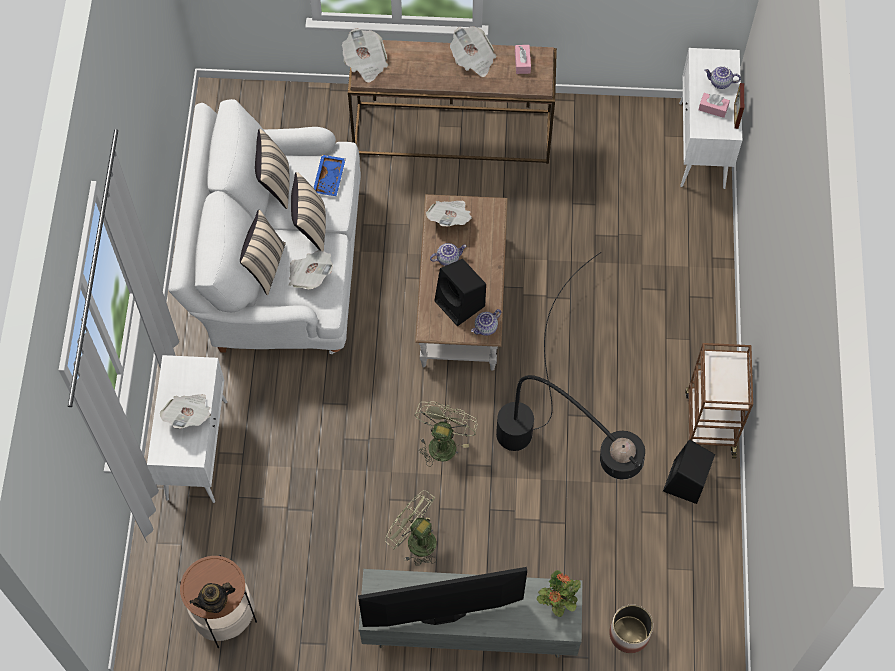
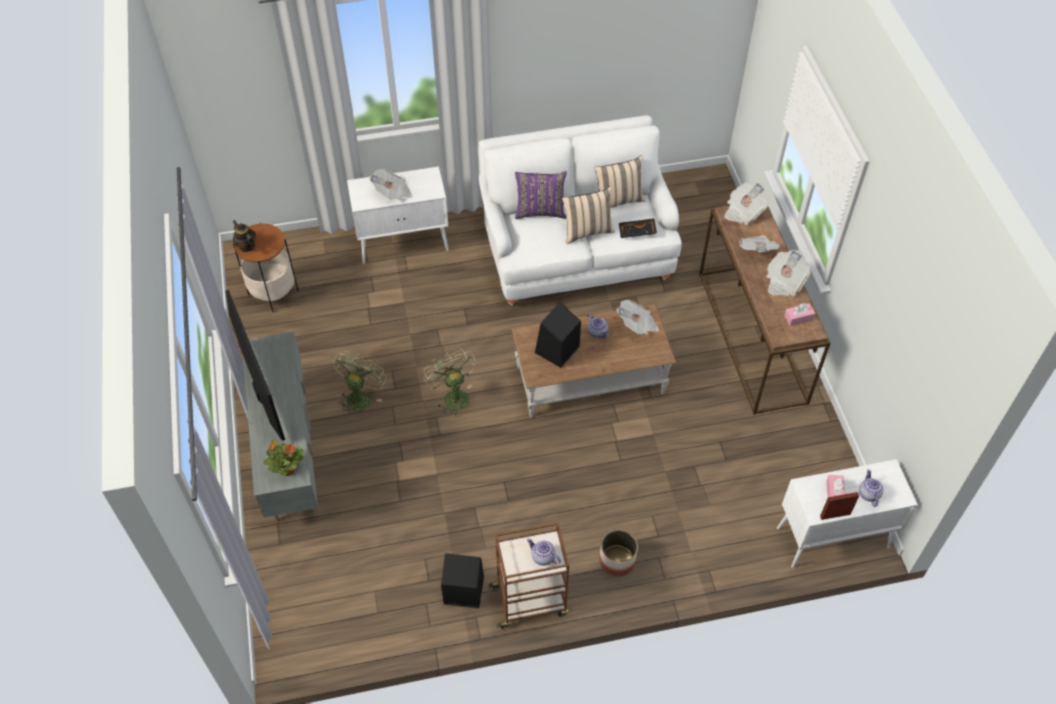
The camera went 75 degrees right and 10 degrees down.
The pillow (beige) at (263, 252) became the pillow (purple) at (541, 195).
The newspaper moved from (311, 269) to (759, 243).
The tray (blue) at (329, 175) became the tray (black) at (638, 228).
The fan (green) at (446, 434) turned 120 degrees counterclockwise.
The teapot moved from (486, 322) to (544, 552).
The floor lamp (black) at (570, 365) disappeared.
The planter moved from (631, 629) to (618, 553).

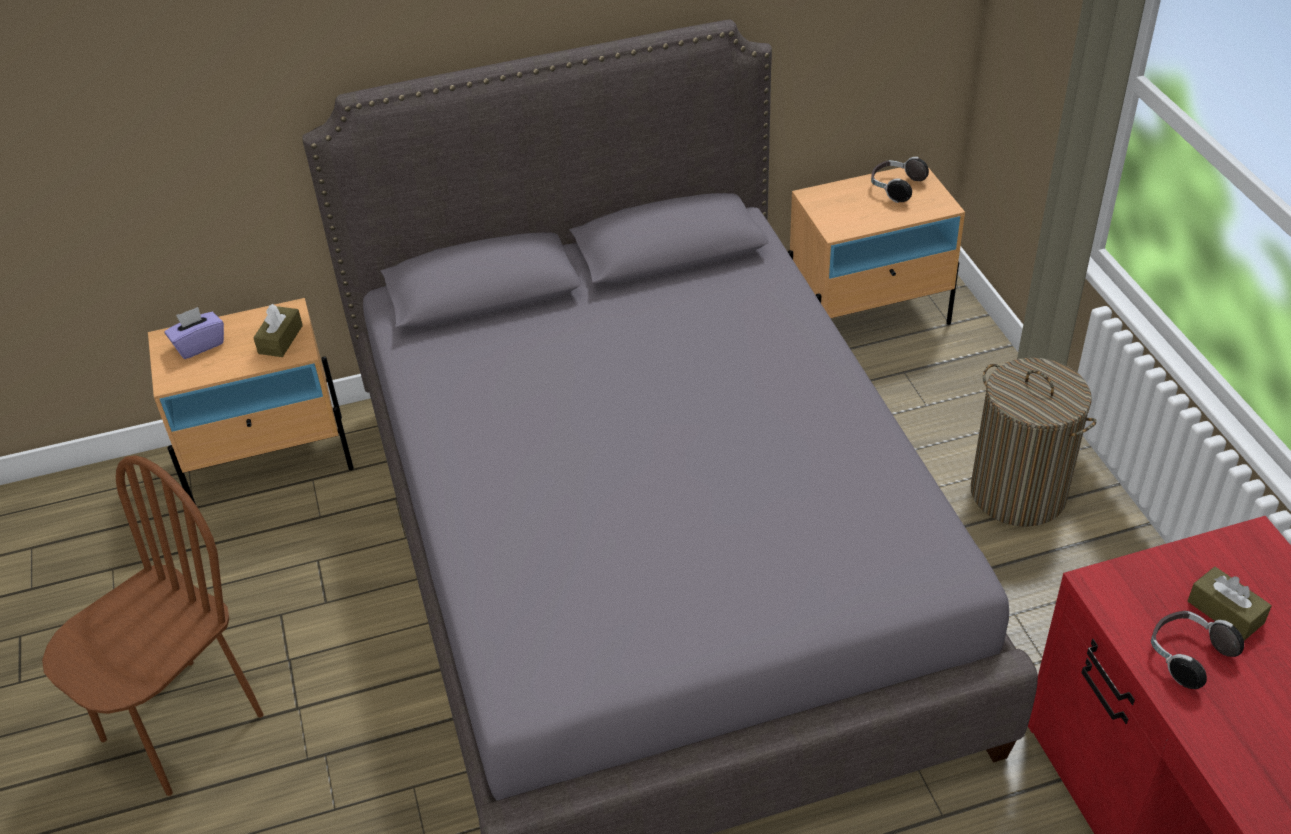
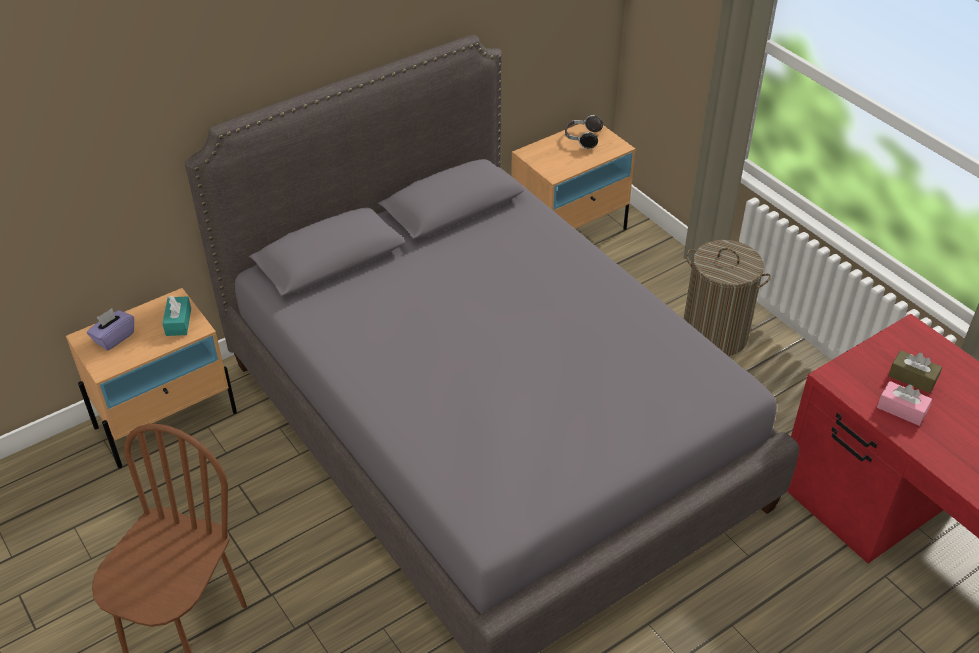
The camera went 20 degrees left and 0 degrees up.
The tissue box (brown) at (278, 330) became the tissue box (turquoise) at (176, 316).
The headphones at (1197, 650) was replaced by the tissue box (pink) at (904, 403).

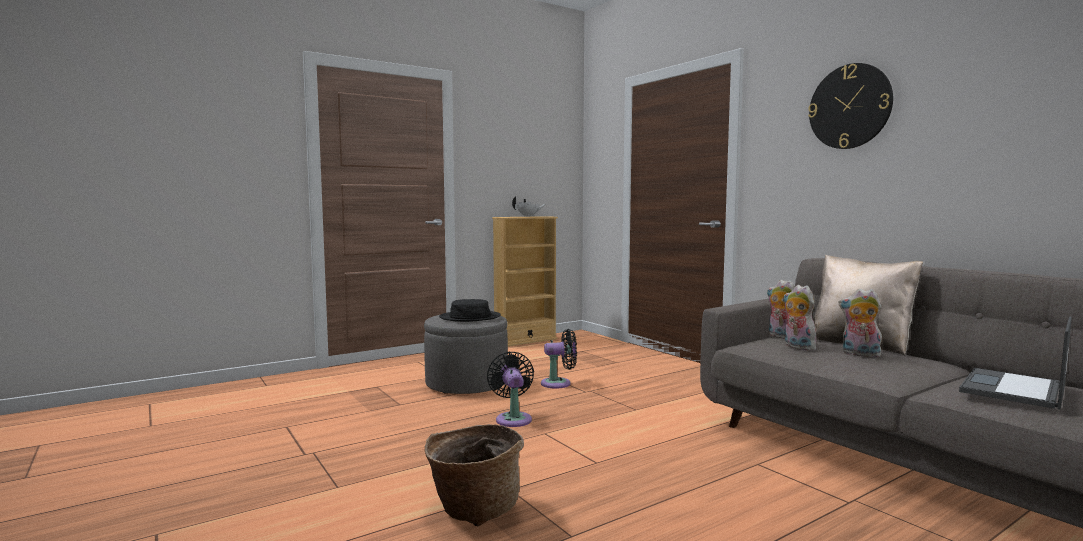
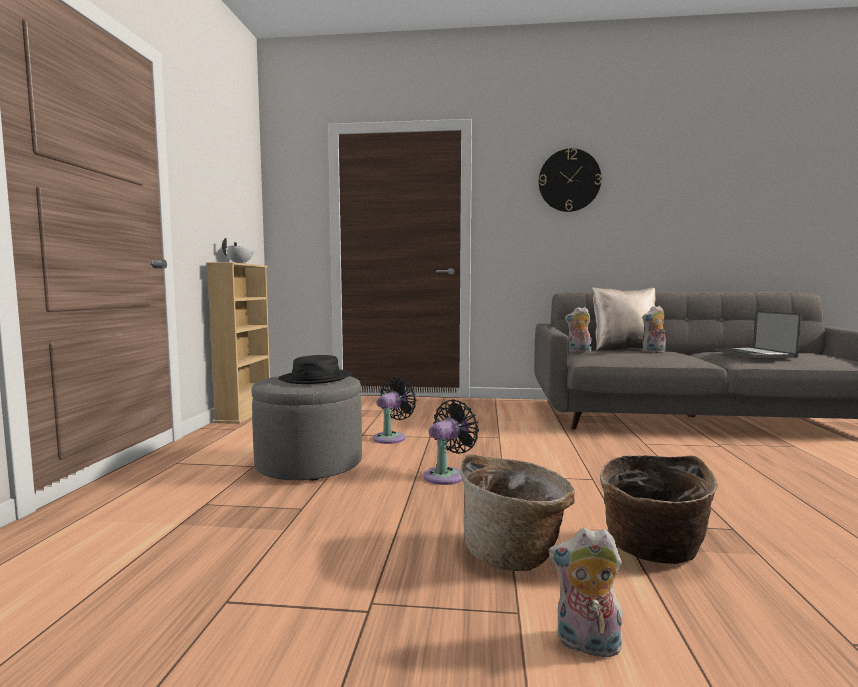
The camera went 50 degrees left and 0 degrees up.
The fan (black) at (510, 389) turned 105 degrees clockwise.
The plush toy moved from (801, 318) to (586, 592).
The basket at (517, 512) appeared.

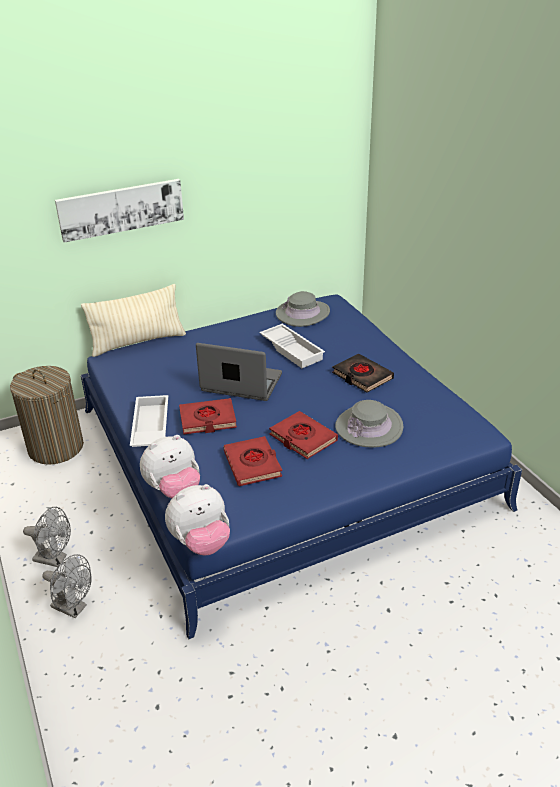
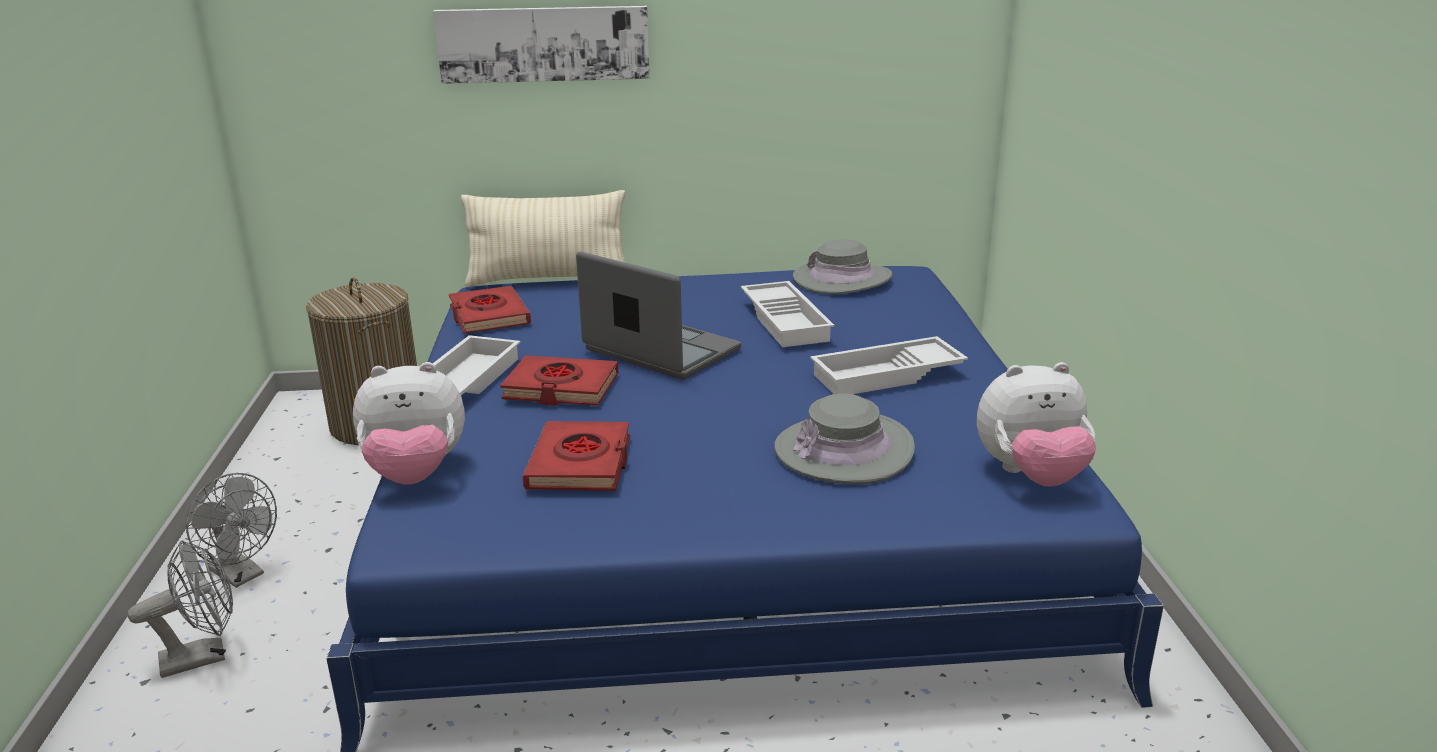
The camera went 20 degrees right and 10 degrees down.
The fan (grey) at (67, 586) turned 75 degrees counterclockwise.
The plush toy moved from (197, 519) to (1036, 424).
The book (red) moved from (303, 435) to (490, 310).
The book (black) at (363, 373) was replaced by the tray (white) at (889, 365).

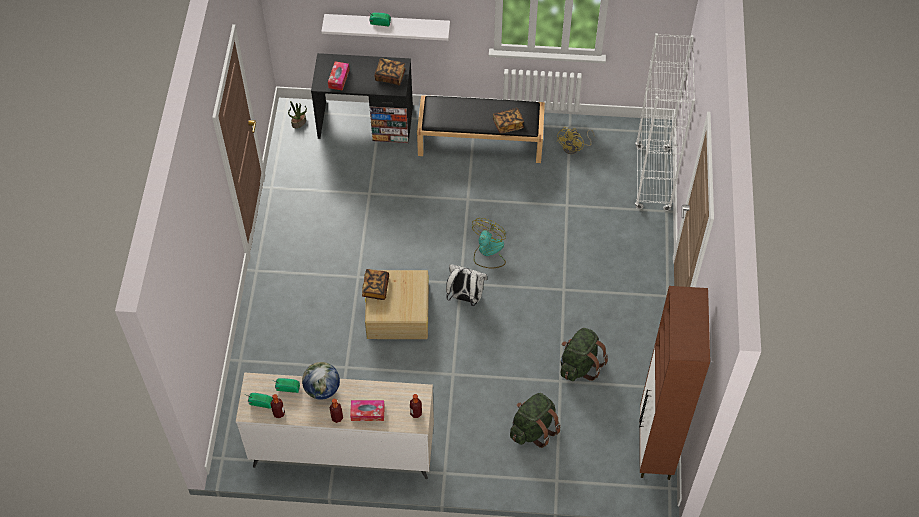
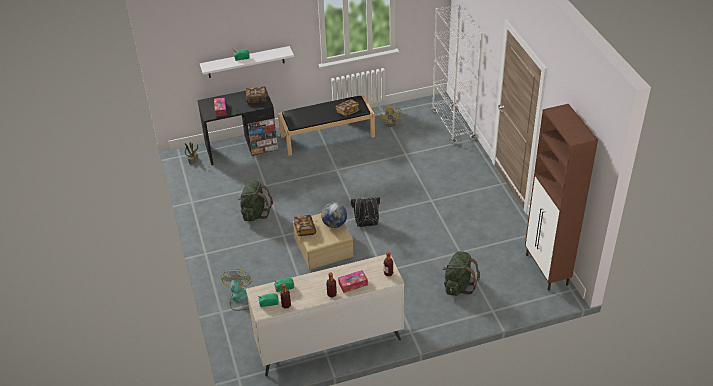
The camera went 20 degrees left and 15 degrees down.
The globe moved from (321, 381) to (334, 215).
The backpack (white) at (466, 285) became the backpack (black) at (365, 211).
The fan moved from (489, 243) to (236, 290).
The backpack (green) moved from (584, 354) to (255, 200).

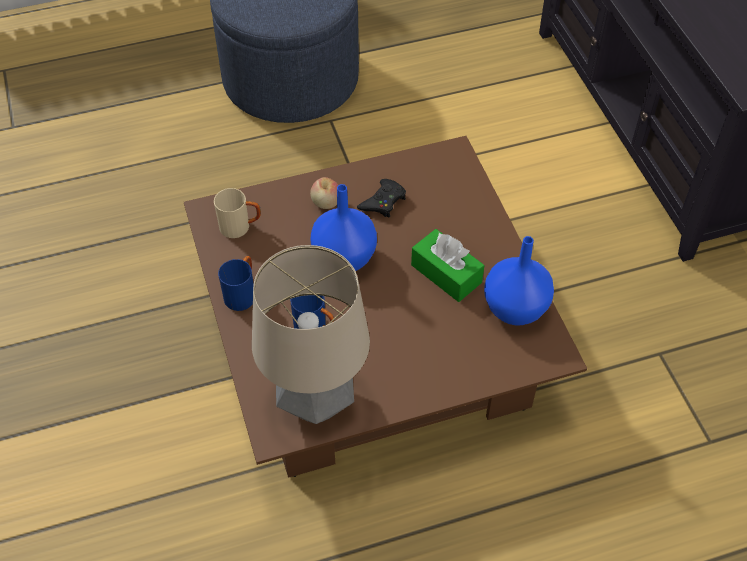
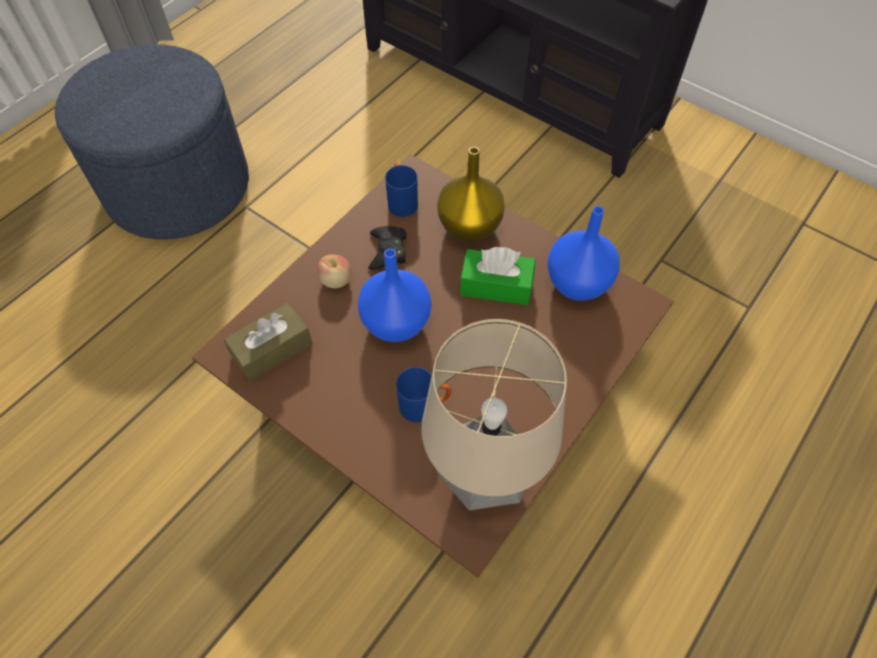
The camera went 35 degrees left and 5 degrees up.
The mug (beige) at (237, 213) was replaced by the tissue box (brown) at (268, 342).
The mug (blue) moved from (236, 283) to (401, 189).
The vase (yellow) at (471, 195) appeared.

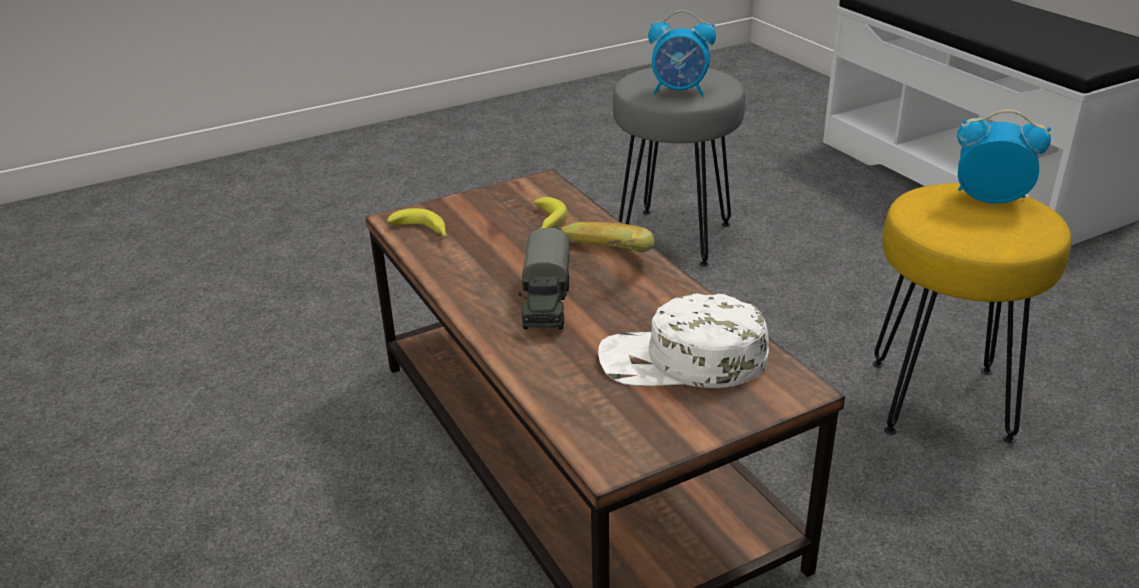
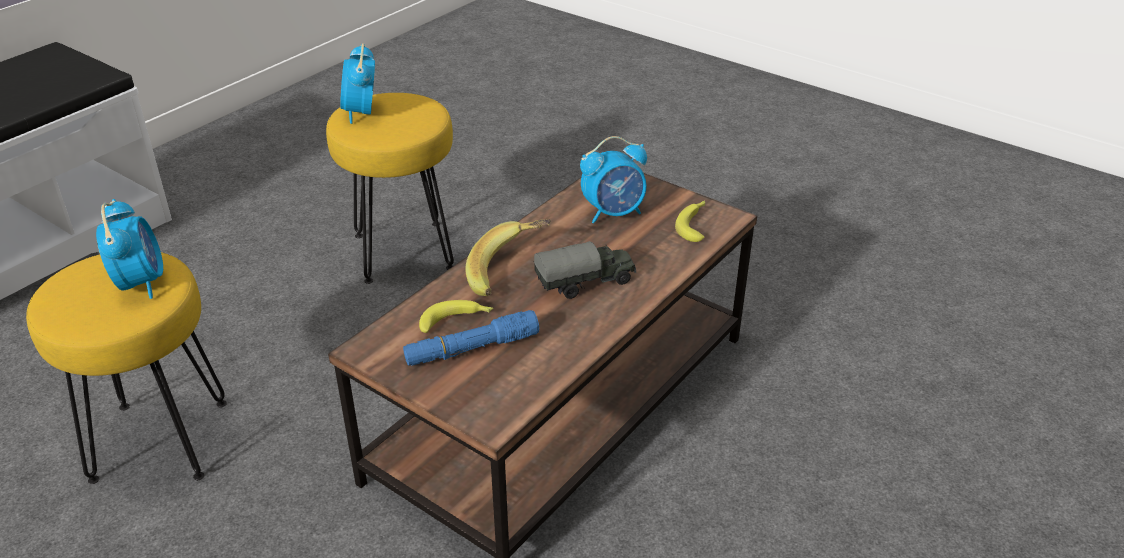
The camera went 115 degrees left and 5 degrees up.
The banana moved from (417, 223) to (690, 221).
The cap (white) at (683, 341) was replaced by the alarm clock at (613, 180).
The stool (grey) at (679, 167) became the stool (yellow) at (126, 368).
The flashlight (blue) at (471, 338) appeared.

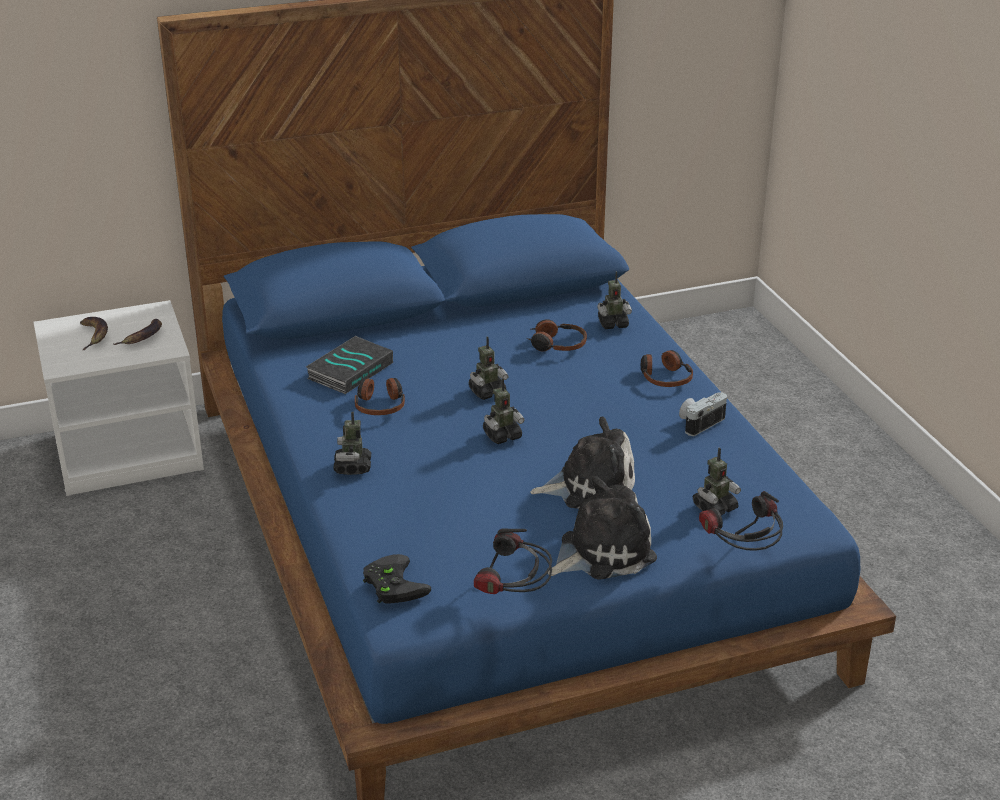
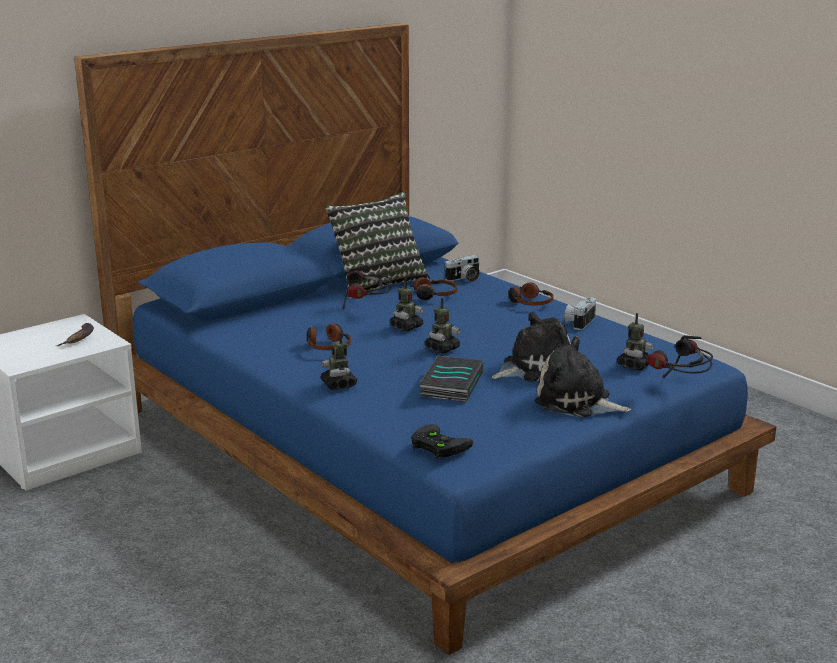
The camera went 20 degrees left and 10 degrees down.
The banana at (94, 333) disappeared.
The book moved from (349, 365) to (451, 379).
The headphones moved from (513, 561) to (367, 287).
The plush toy at (602, 528) turned 105 degrees counterclockwise.
The toy robot at (614, 300) was replaced by the photo camera at (462, 268).
The pillow at (377, 244) appeared.

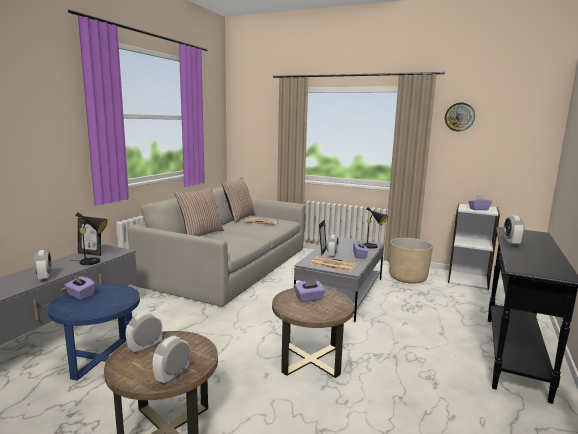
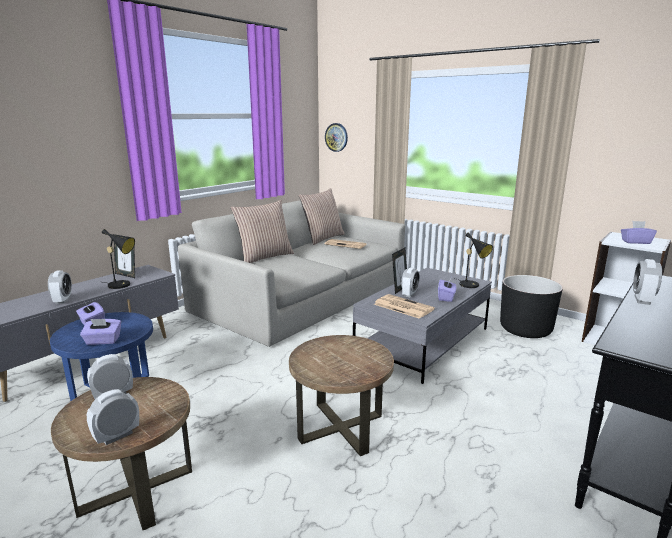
The camera went 15 degrees right and 5 degrees up.
The tissue box (purple) moved from (309, 291) to (100, 332).
The planter (beige) at (411, 261) became the planter (black) at (531, 306).
The wall clock moved from (460, 117) to (336, 137).

